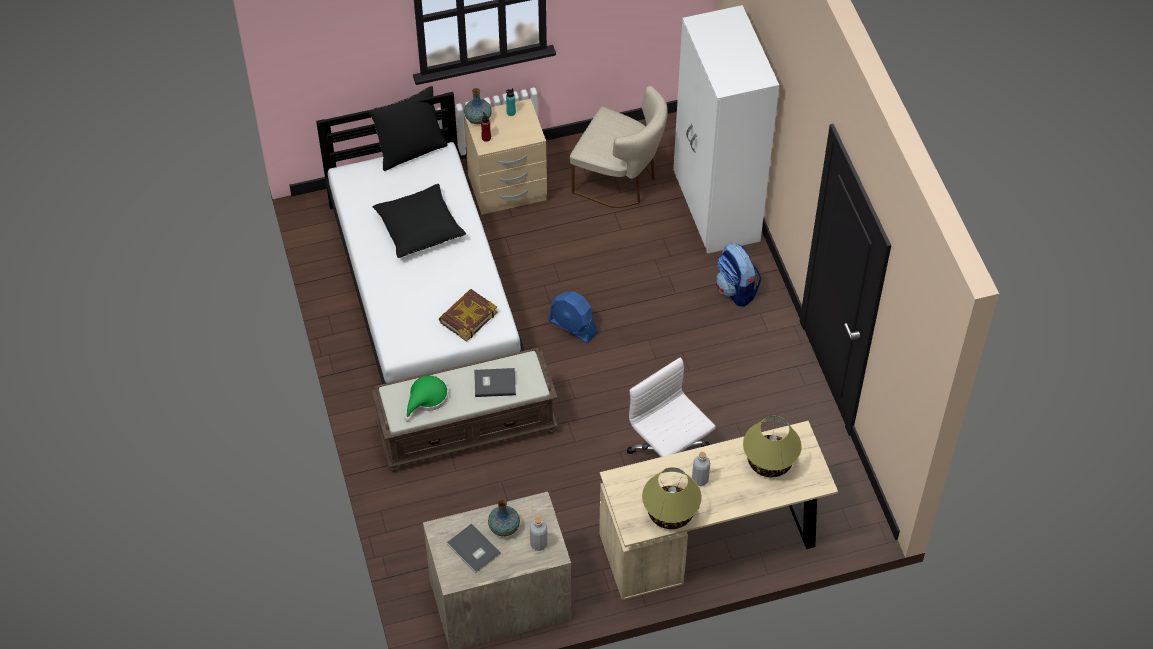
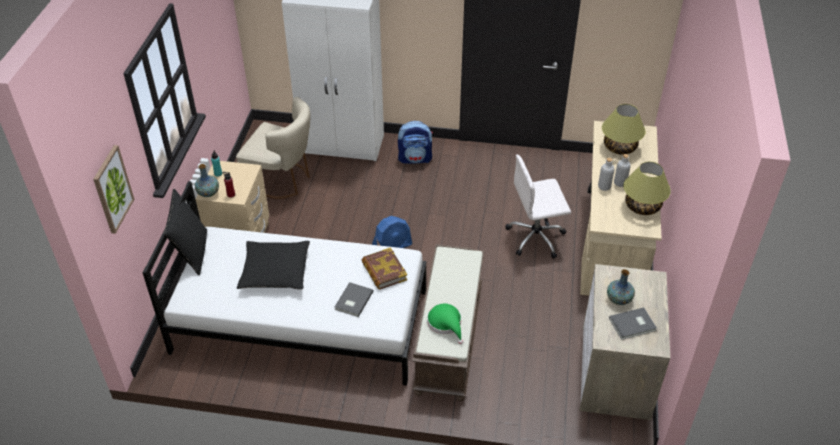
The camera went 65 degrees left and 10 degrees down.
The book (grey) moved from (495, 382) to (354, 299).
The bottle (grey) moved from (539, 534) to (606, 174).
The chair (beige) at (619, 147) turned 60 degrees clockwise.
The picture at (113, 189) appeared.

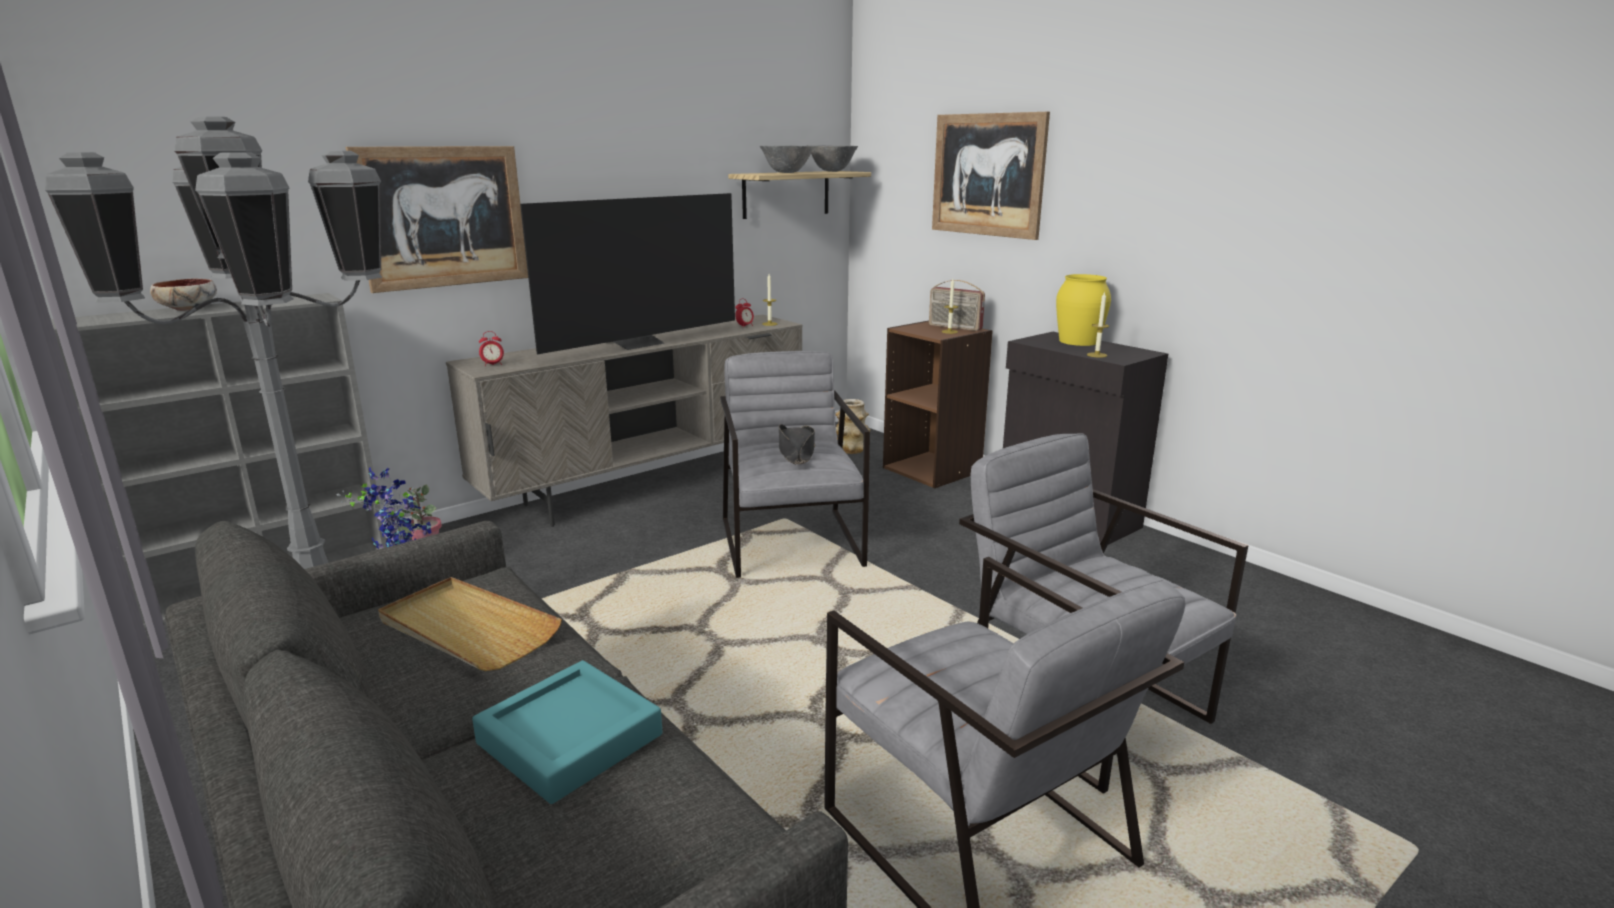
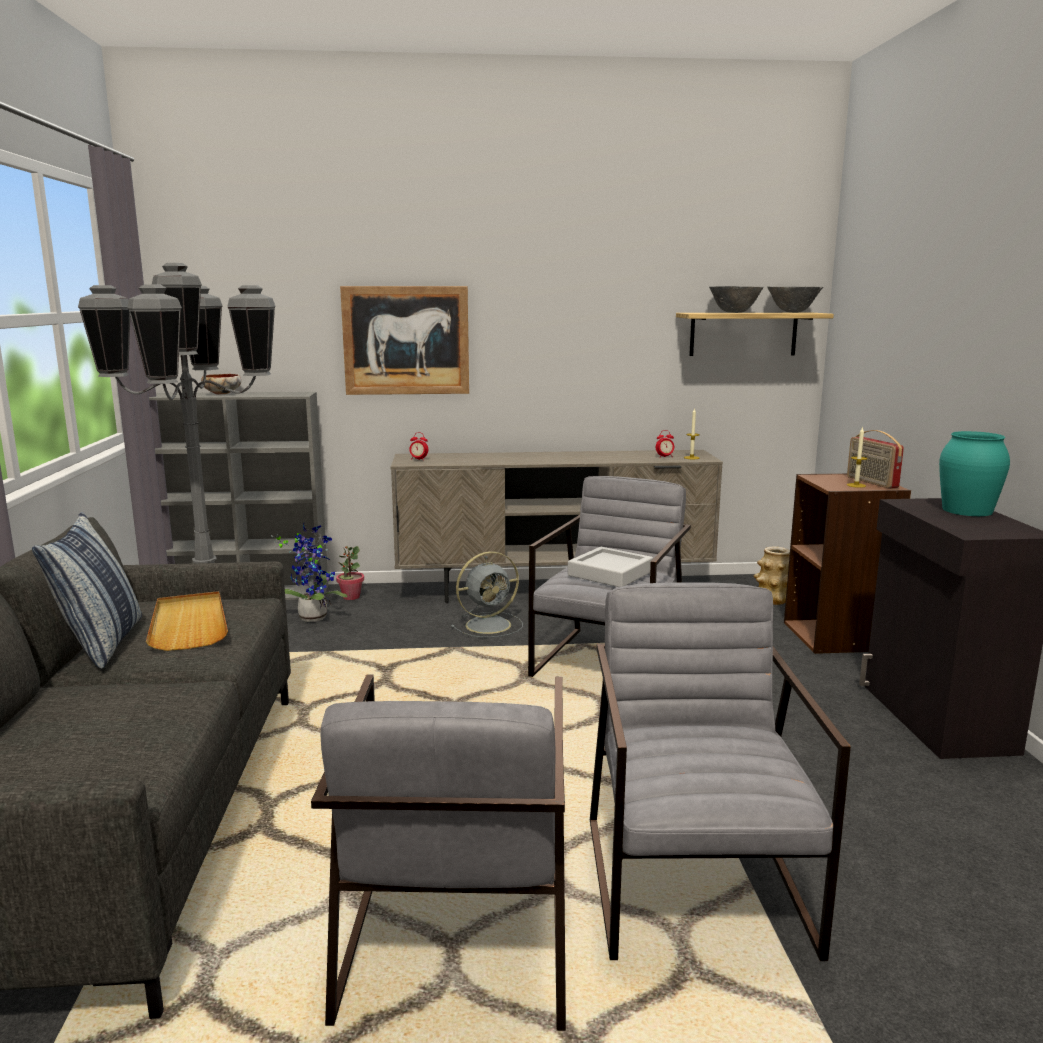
The camera went 35 degrees right and 5 degrees down.
The tray (turquoise) at (567, 732) disappeared.
The television at (627, 273) disappeared.
The hat (black) at (797, 444) was replaced by the tray (grey) at (610, 567).
The picture at (991, 176) disappeared.
The vase (yellow) at (1083, 310) became the vase (turquoise) at (974, 473).
The candle at (1098, 324) disappeared.
The pillow at (87, 590) appeared.
The fan (grey) at (487, 594) appeared.

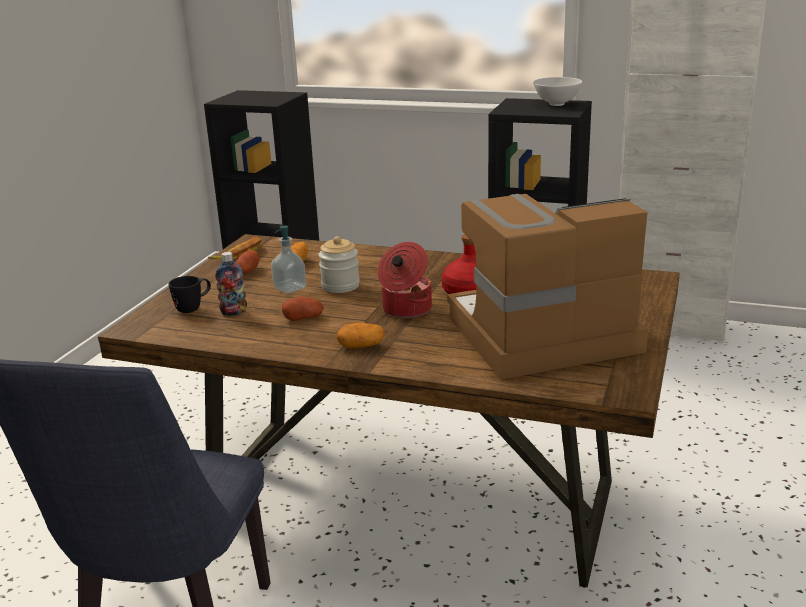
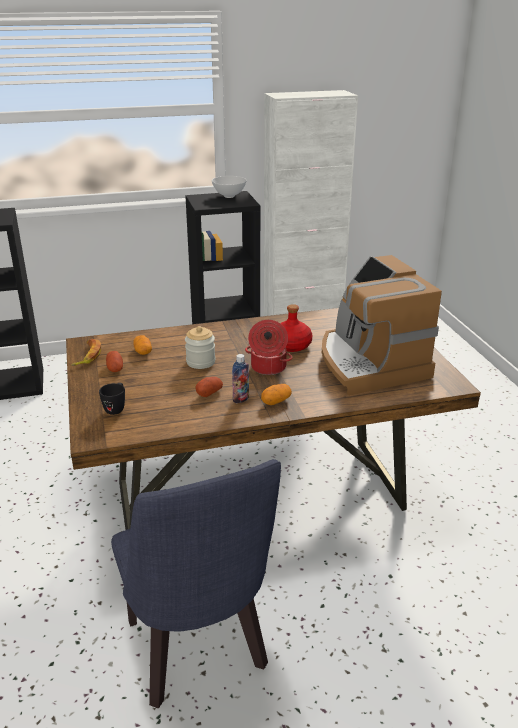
The camera went 35 degrees left and 5 degrees up.
The bottle moved from (231, 284) to (240, 378).
The soap dispenser at (289, 259) disappeared.
The coffee machine at (547, 287) turned 60 degrees counterclockwise.

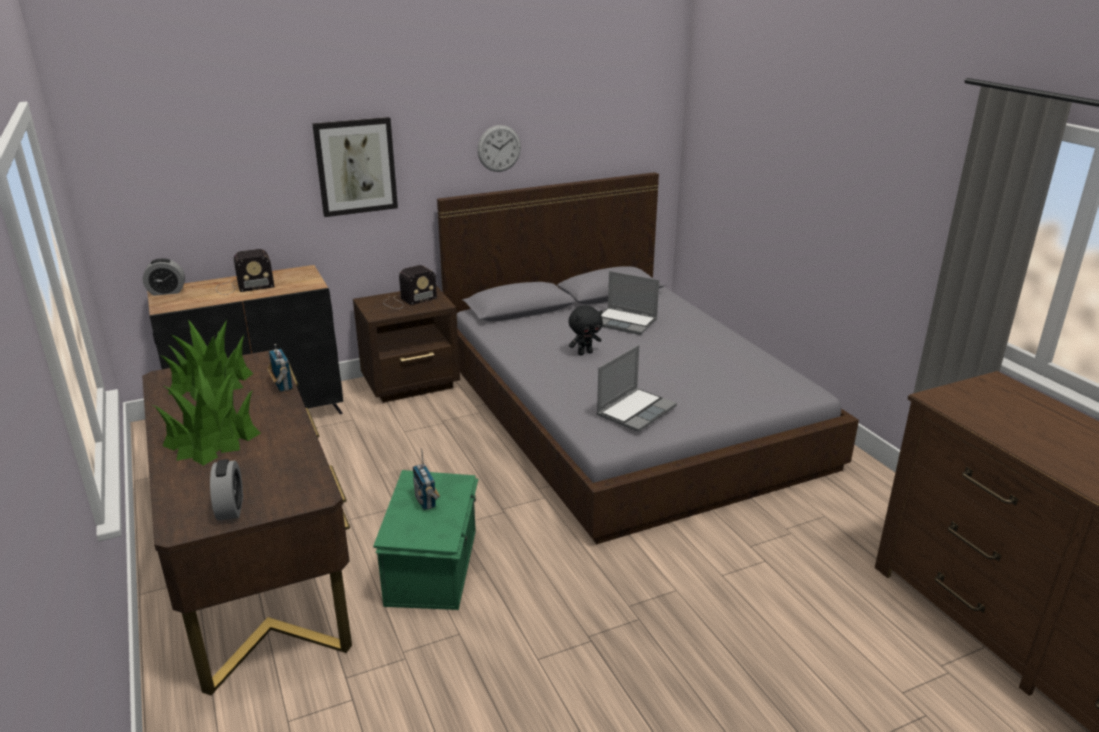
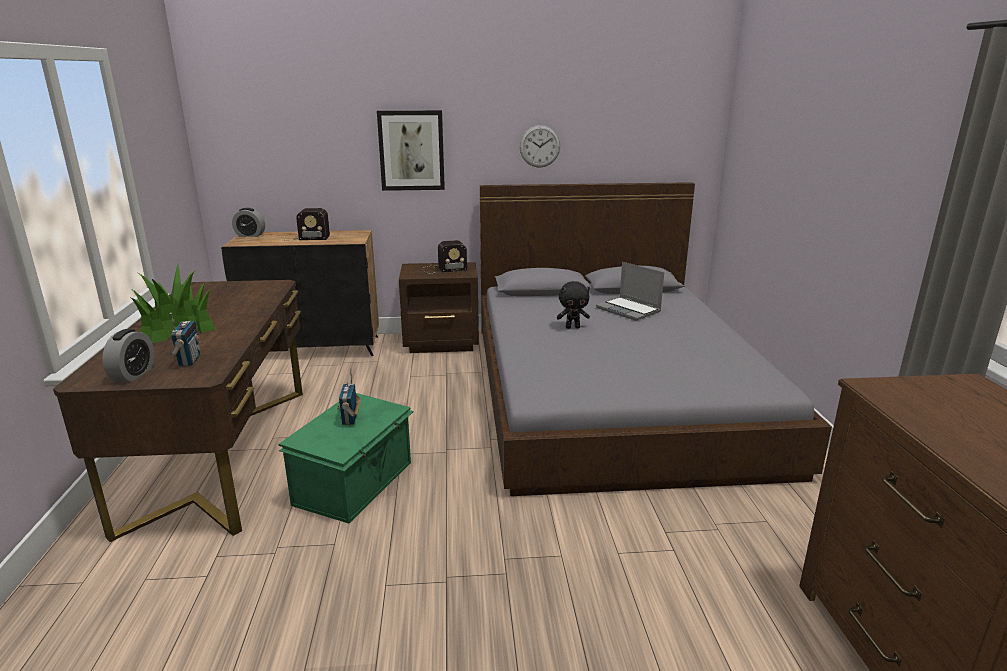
The camera went 20 degrees right and 5 degrees down.
The potted plant at (207, 360) disappeared.
The radio moved from (280, 368) to (185, 339).
The laptop at (637, 388) disappeared.

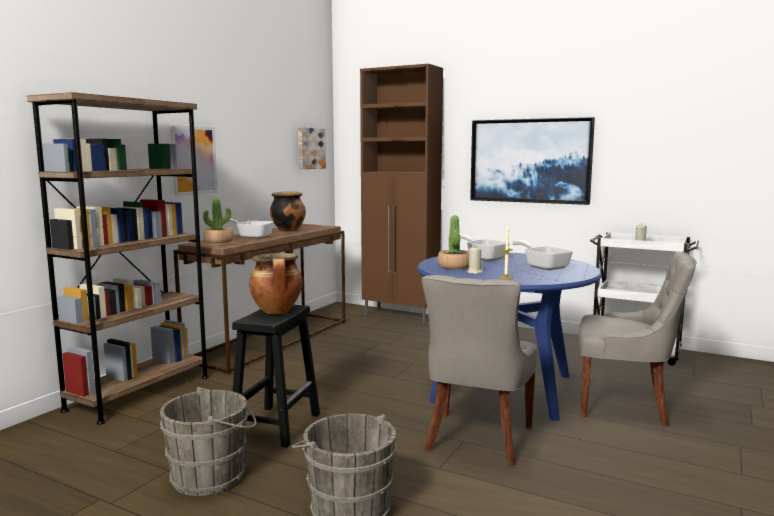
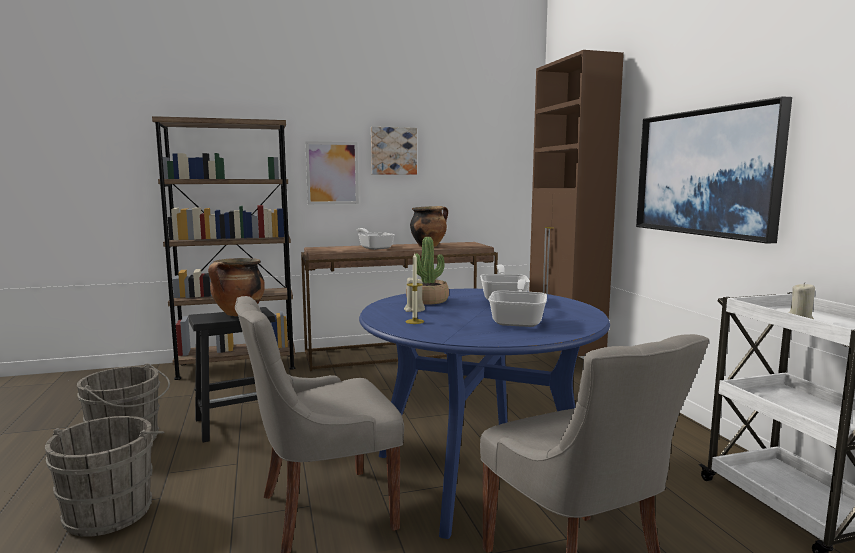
The camera went 45 degrees right and 0 degrees up.
The potted plant at (218, 220) disappeared.
The picture moved from (312, 148) to (394, 151).

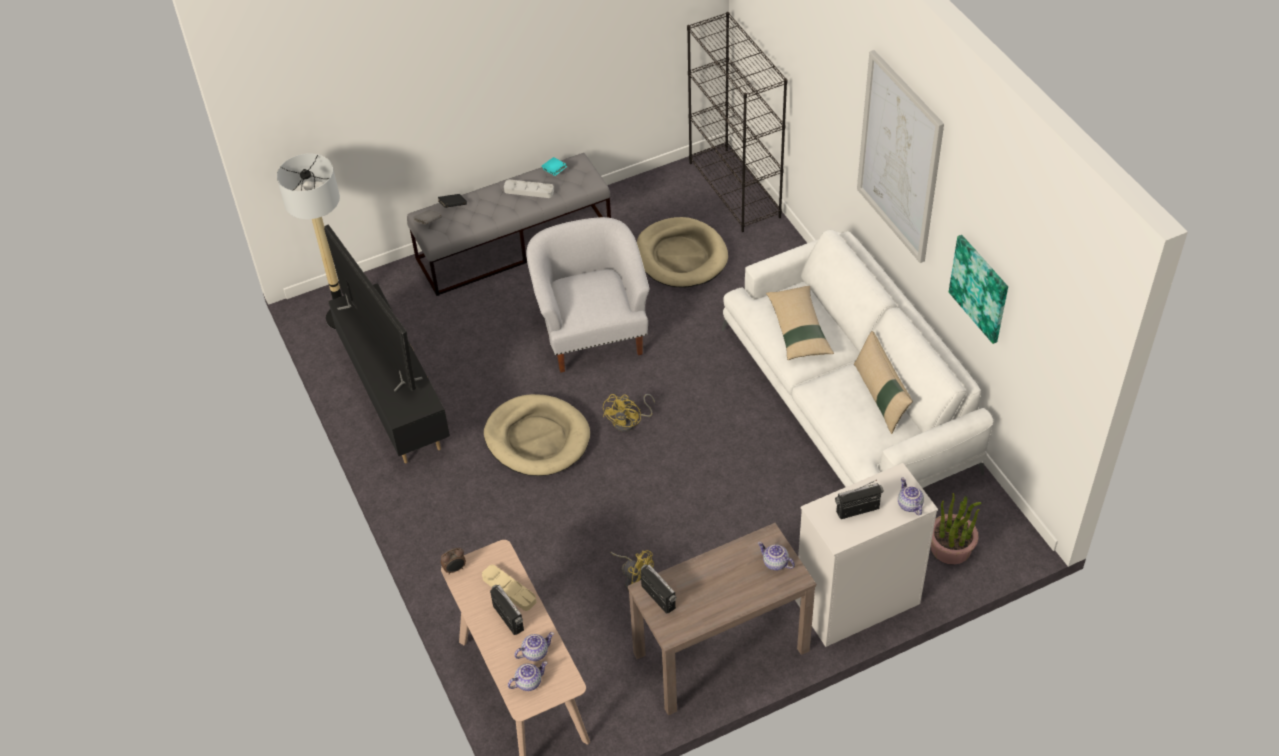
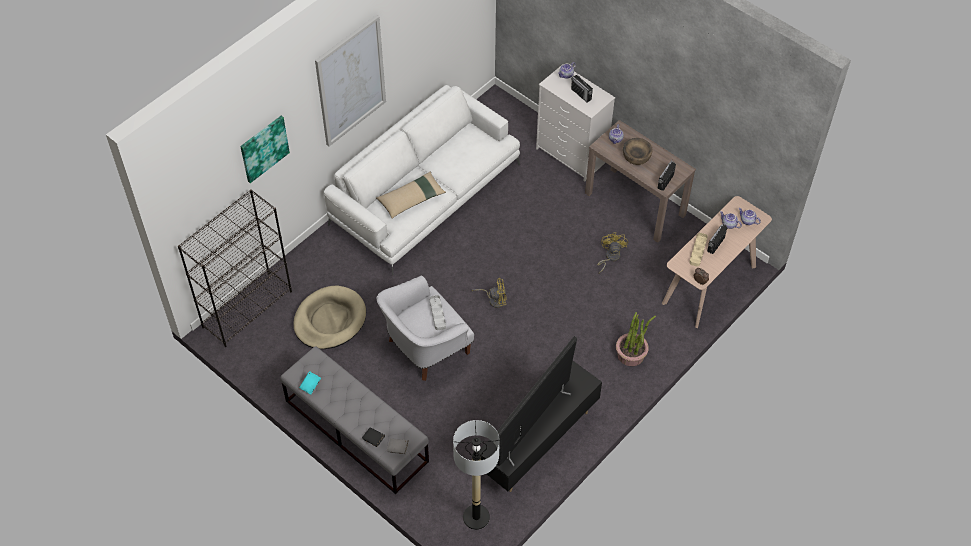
The camera went 115 degrees left and 5 degrees up.
The dog bed (beige) at (537, 435) disappeared.
The tray (grey) moved from (529, 188) to (437, 312).
The pillow (beige) at (883, 382) disappeared.
The potted plant moved from (956, 529) to (636, 339).
The picture moved from (978, 289) to (265, 149).
The bowl (brown) at (638, 151) appeared.

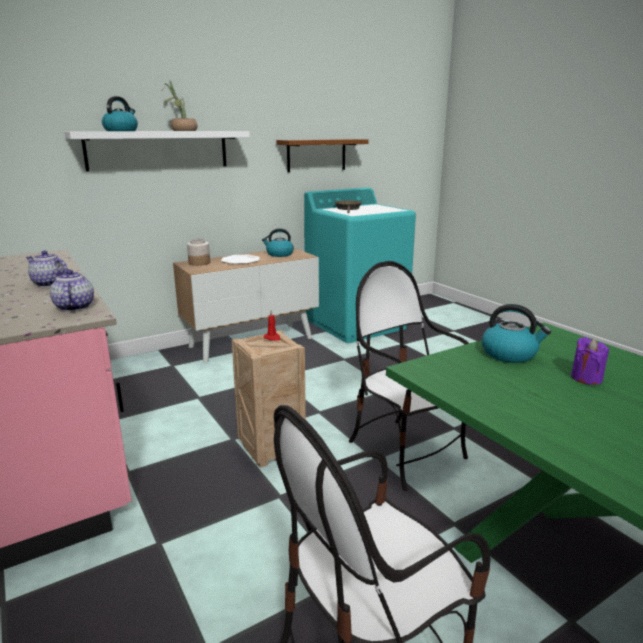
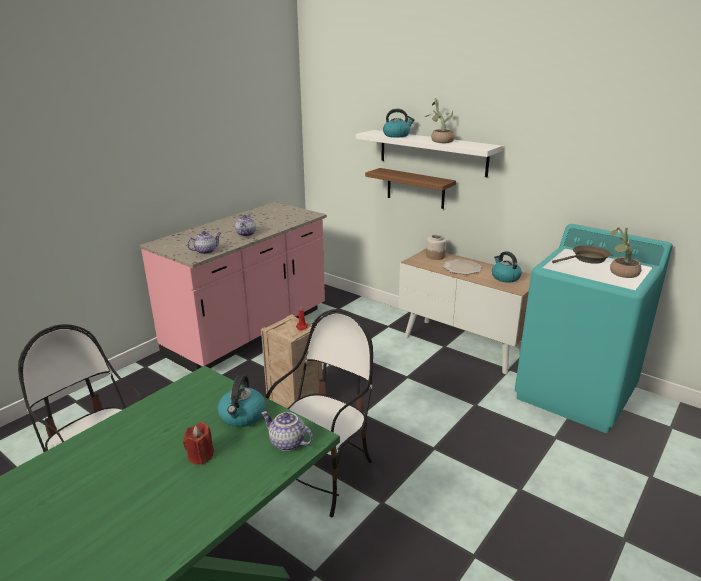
The camera went 70 degrees right and 5 degrees up.
The shelf (brown) moved from (322, 155) to (410, 188).
The candle (purple) at (590, 361) became the candle (red) at (198, 443).
The teapot at (287, 431) appeared.
The potted plant at (625, 252) appeared.

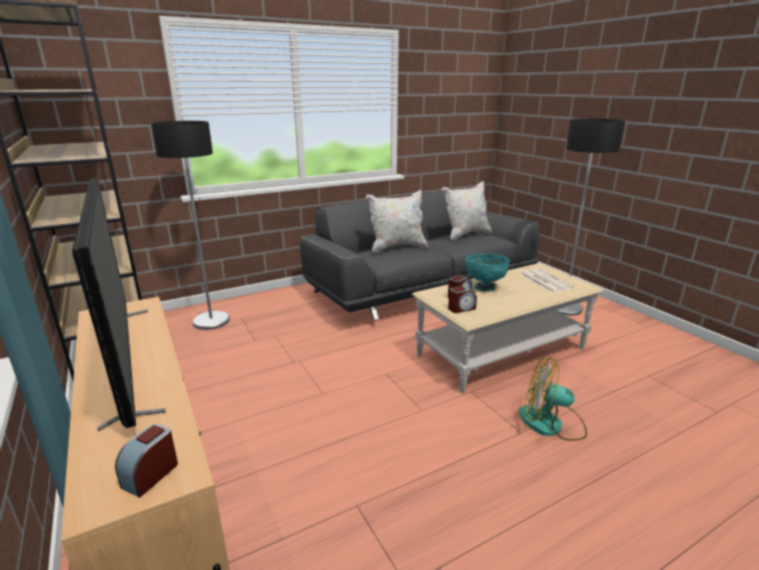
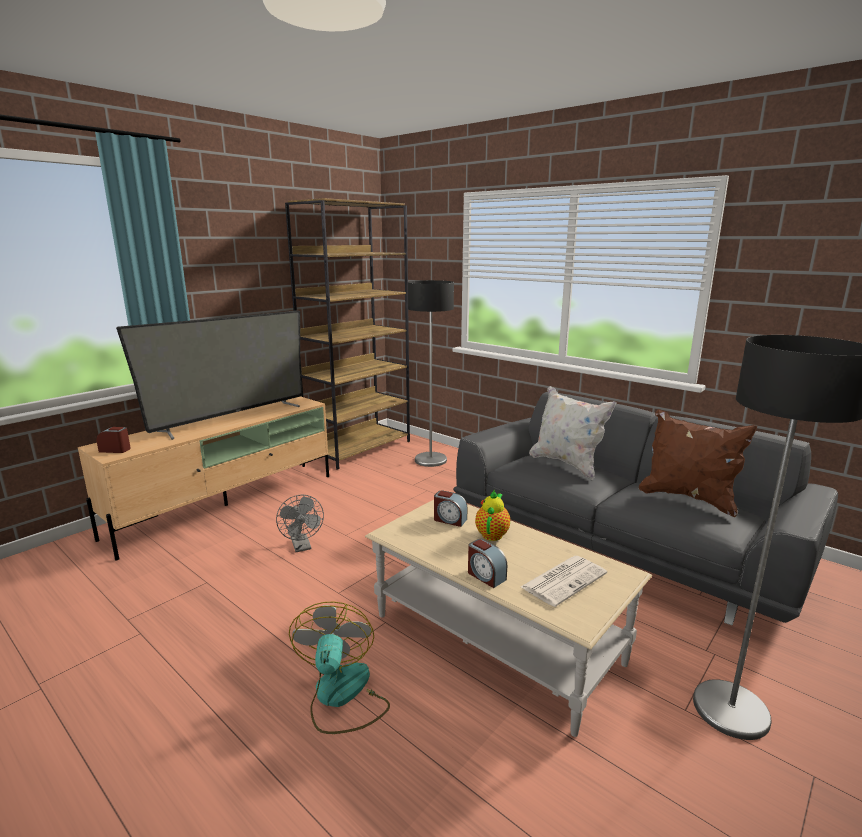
The camera went 70 degrees right and 5 degrees down.
The pillow (white) at (467, 210) became the pillow (brown) at (698, 463).
The alarm clock moved from (462, 299) to (487, 563).
The bowl (turquoise) at (488, 272) was replaced by the teapot at (492, 515).
The fan (grey) at (300, 523) appeared.

